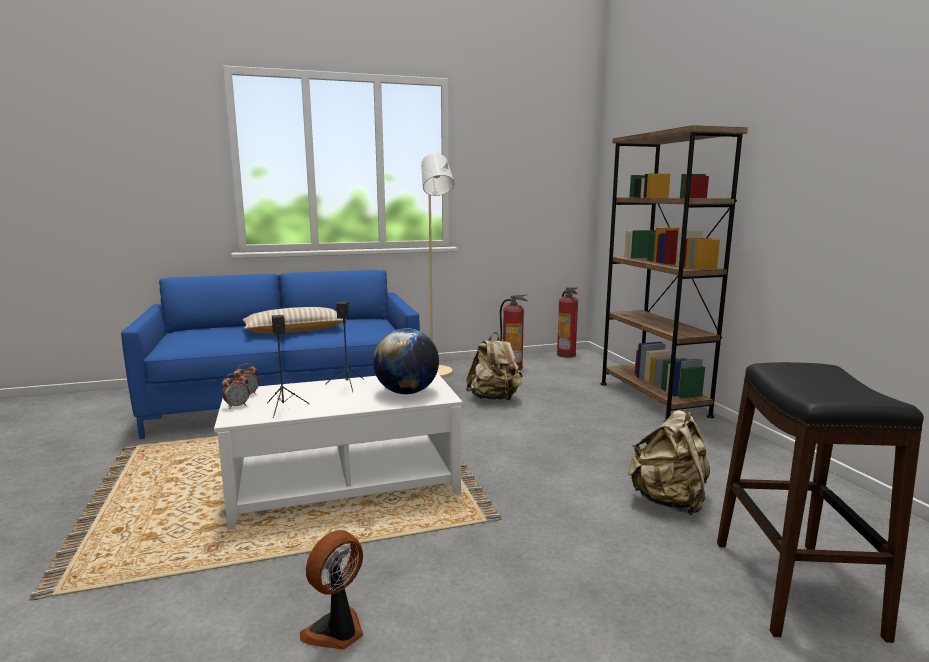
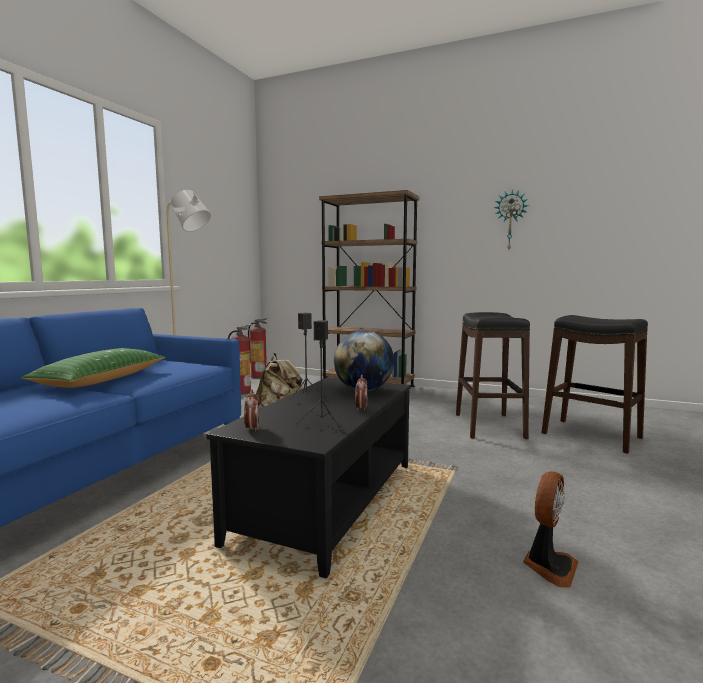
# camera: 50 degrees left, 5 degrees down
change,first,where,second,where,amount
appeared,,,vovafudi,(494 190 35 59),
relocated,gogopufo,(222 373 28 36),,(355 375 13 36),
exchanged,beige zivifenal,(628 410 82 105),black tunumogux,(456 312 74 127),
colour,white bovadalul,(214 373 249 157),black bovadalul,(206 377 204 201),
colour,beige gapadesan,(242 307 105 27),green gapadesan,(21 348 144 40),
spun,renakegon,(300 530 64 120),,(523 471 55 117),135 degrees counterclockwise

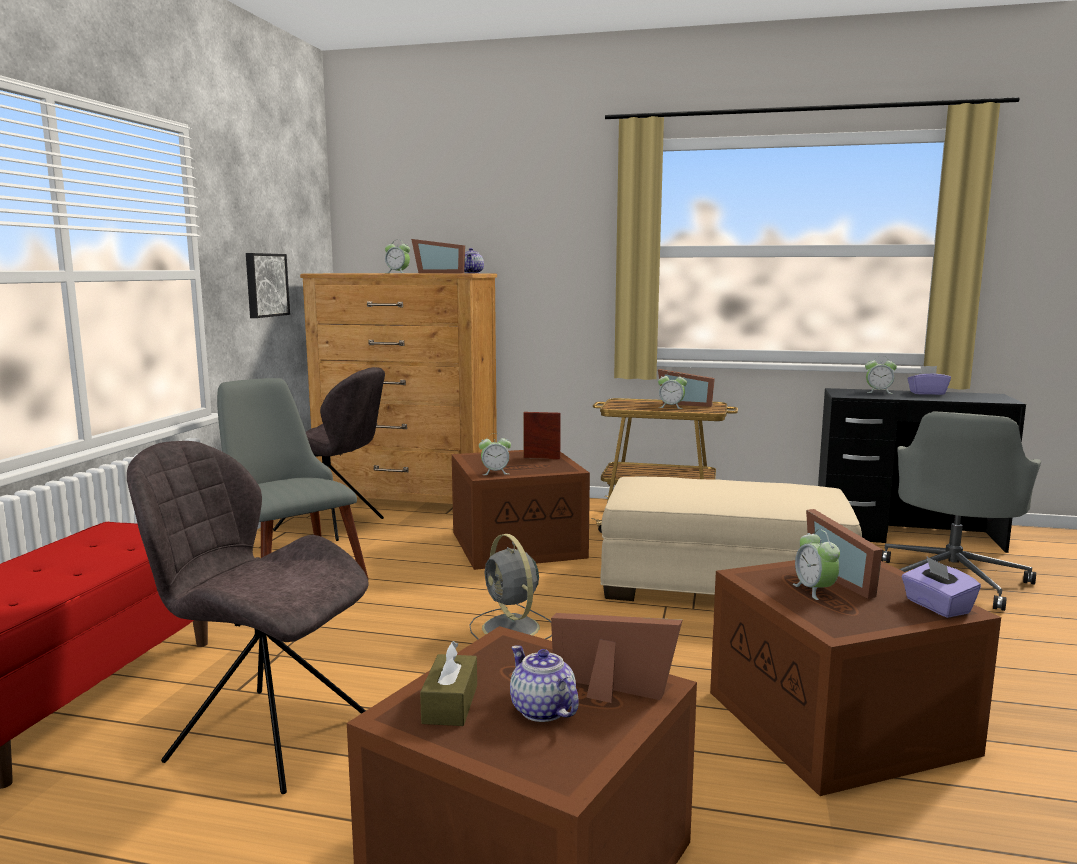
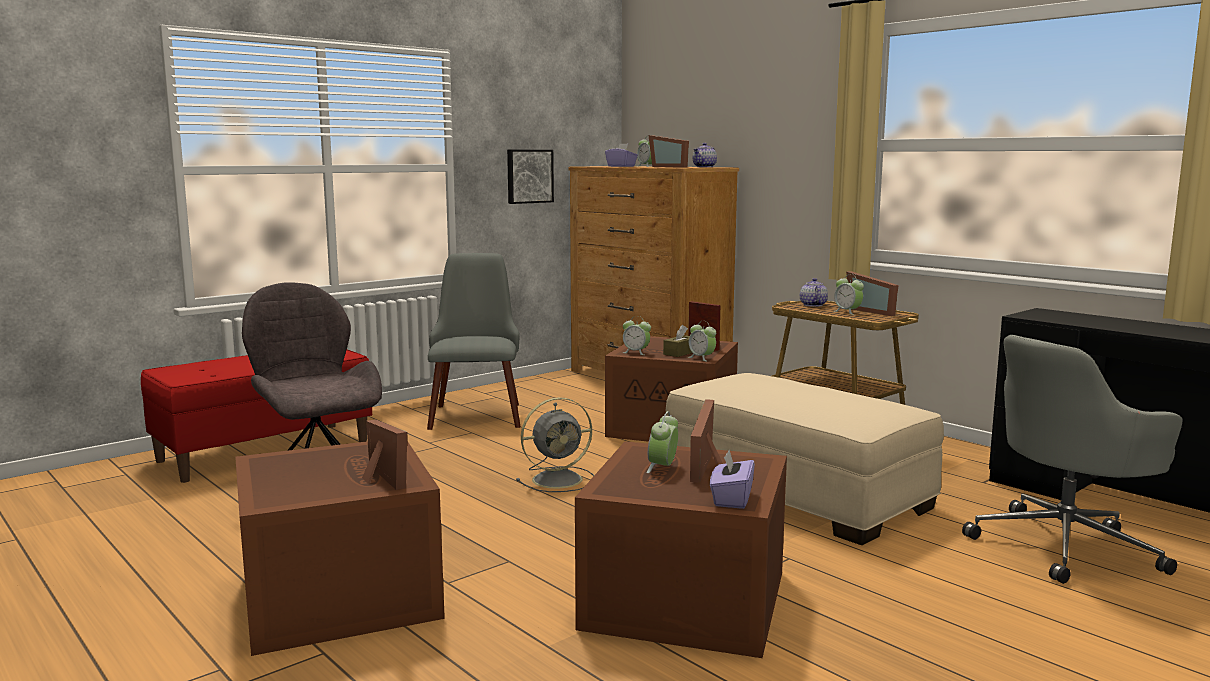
# camera: 35 degrees right, 0 degrees up
change,first,where,second,where,amount
missing,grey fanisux,(273 367 112 174),,,
relocated,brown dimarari,(420 641 57 85),,(663 325 29 32),
relocated,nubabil,(510 646 69 76),,(800 278 28 29),
relocated,gogopufo,(865 356 32 38),,(688 321 28 40),
relocated,purple dimarari,(907 366 44 29),,(605 143 33 24),
spun,grey renakegon,(469 534 83 106),,(516 397 78 95),120 degrees counterclockwise

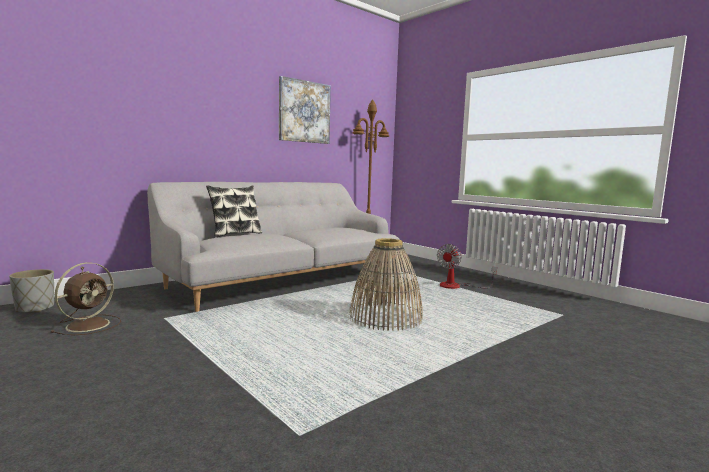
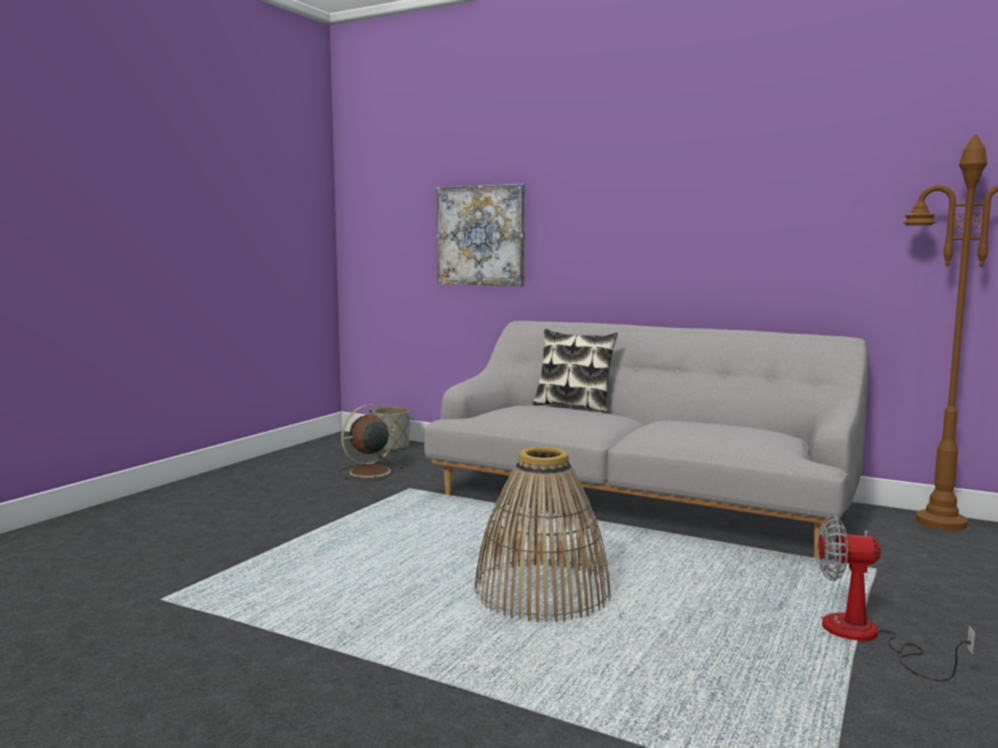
# camera: 70 degrees right, 0 degrees up
change,first,where,second,where,amount
relocated,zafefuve,(279 76 52 68),,(437 184 88 102),
spun,brown renakegon,(50 262 71 73),,(339 404 64 77),135 degrees clockwise

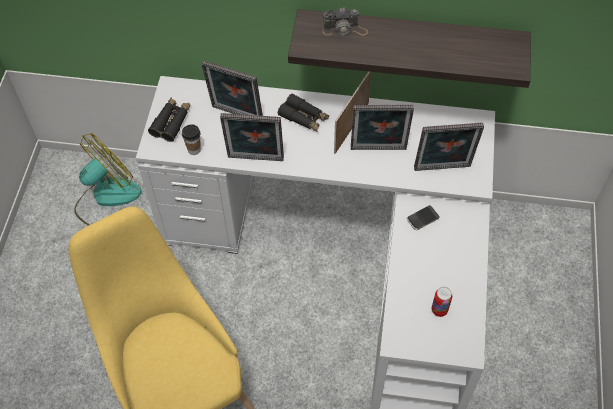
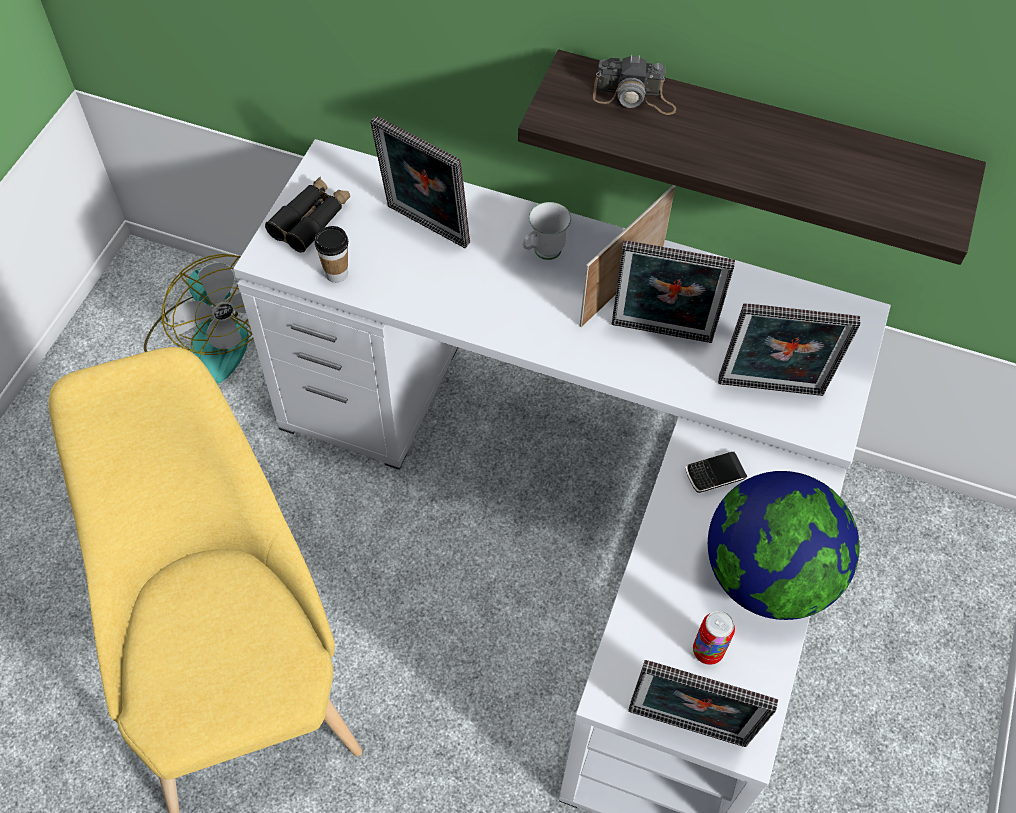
# camera: 10 degrees right, 0 degrees up
change,first,where,second,where,amount
appeared,,,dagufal,(708 471 152 149),
relocated,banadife,(220 113 64 48),,(628 660 150 87),
exchanged,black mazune,(278 93 51 39),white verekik,(523 202 48 58),
spun,renakegon,(74 133 68 93),,(144 254 110 130),90 degrees clockwise

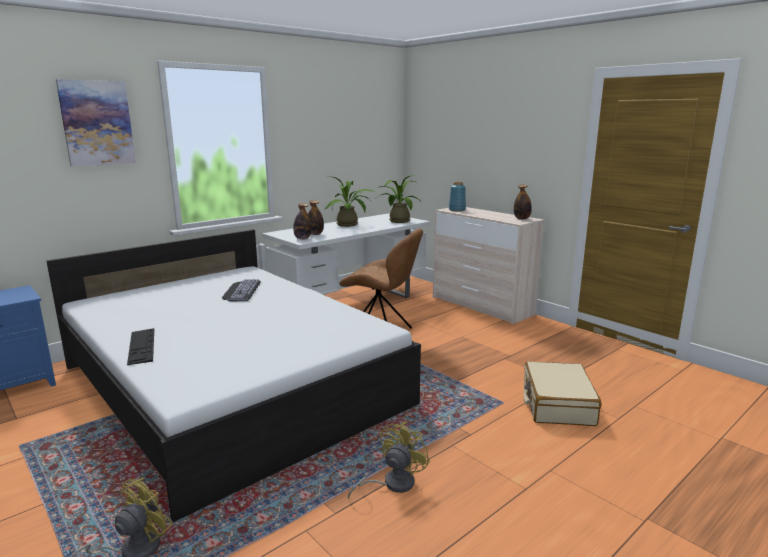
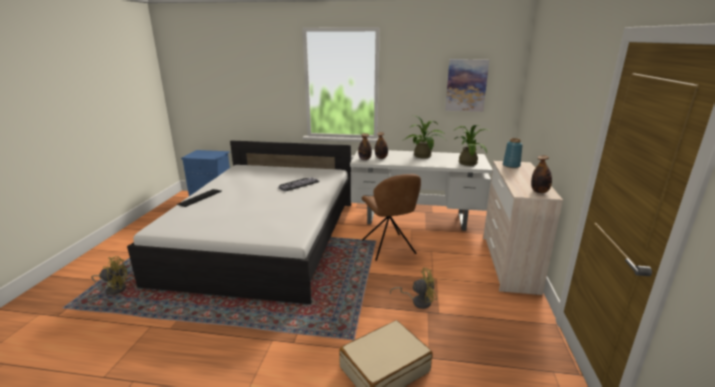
# camera: 50 degrees right, 5 degrees up
change,first,where,second,where,amount
relocated,zafefuve,(56 79 80 88),,(445 59 44 53),
relocated,yellow renakegon,(348 422 82 77),,(390 268 47 41),

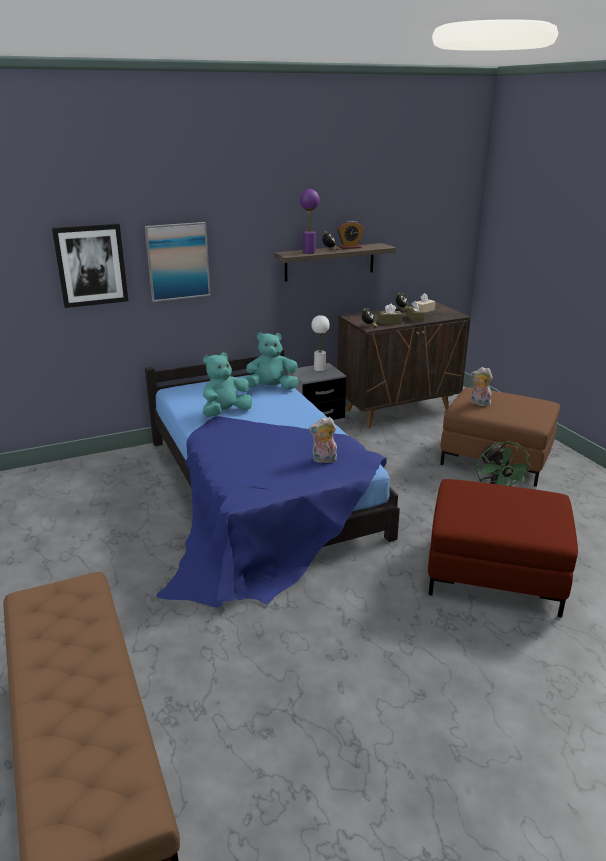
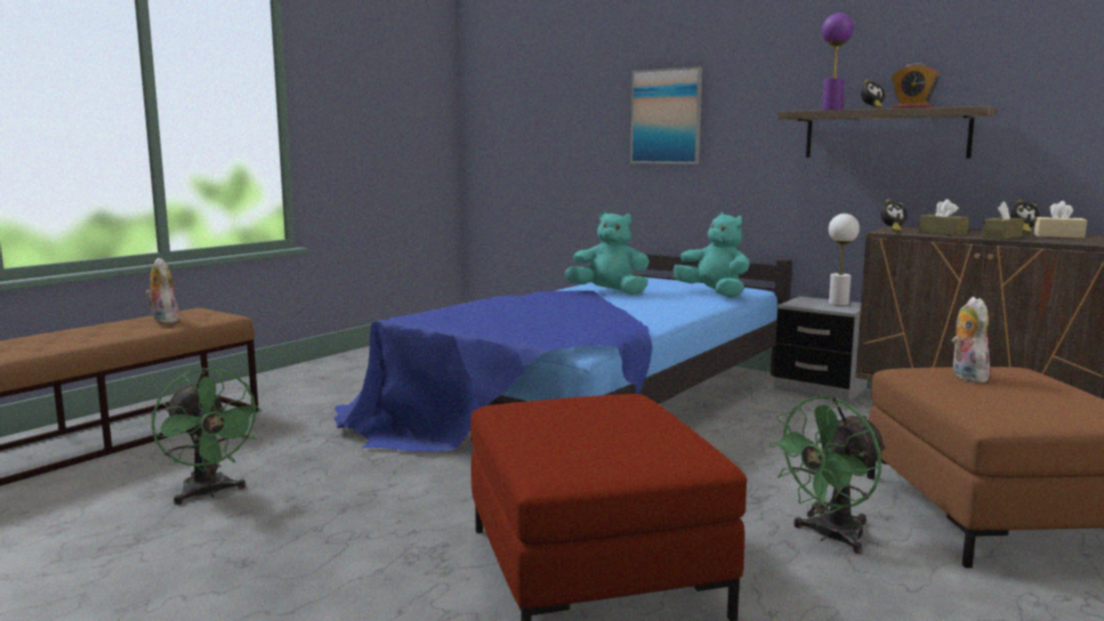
# camera: 60 degrees right, 15 degrees down
change,first,where,second,where,amount
missing,zafefuve,(52 224 76 84),,,
appeared,,,green renakegon,(152 368 110 137),
relocated,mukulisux,(309 417 28 46),,(146 258 33 65),

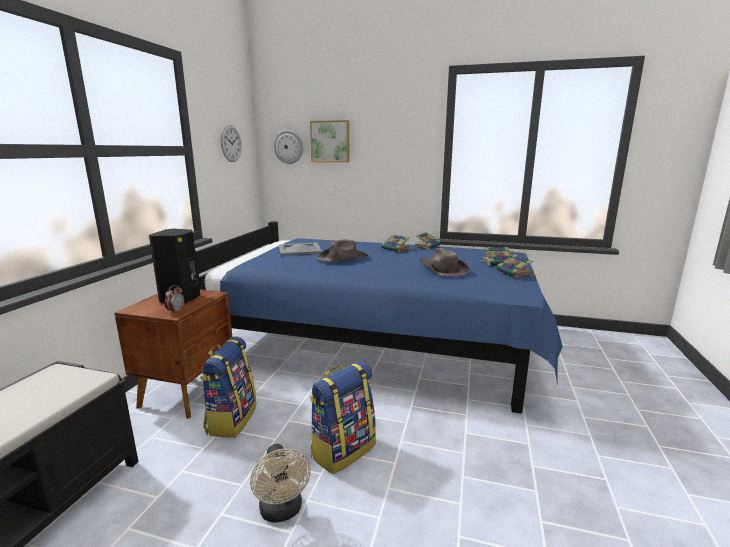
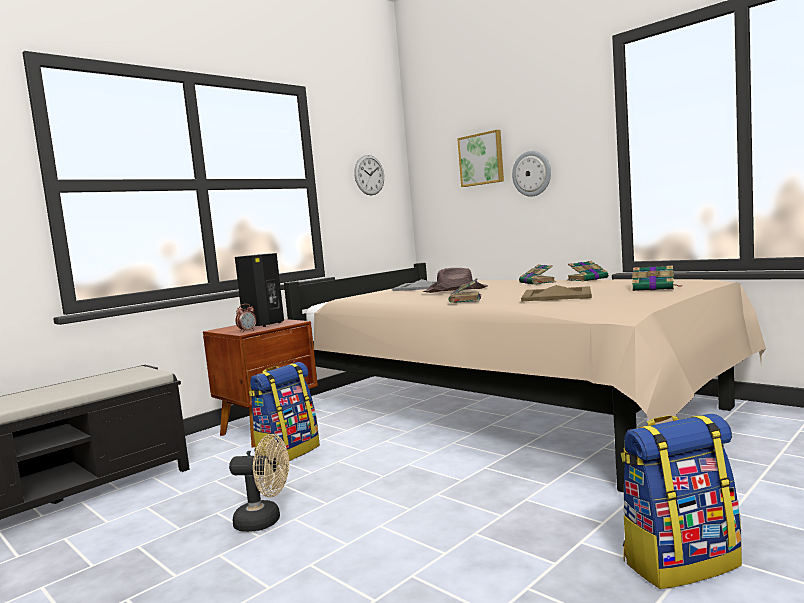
# camera: 30 degrees right, 10 degrees down
change,first,where,second,where,amount
relocated,vovafudi,(273 130 30 34),,(512 151 39 46),
relocated,zivifenal,(310 361 66 113),,(621 414 121 175),
relocated,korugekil,(496 254 37 24),,(448 278 33 25),
exchanged,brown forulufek,(420 248 50 28),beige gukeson,(521 285 71 16),
colour,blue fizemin,(195 221 368 193),beige fizemin,(284 263 482 229),
spun,beige renakegon,(250 444 61 79),,(229 434 60 98),90 degrees counterclockwise

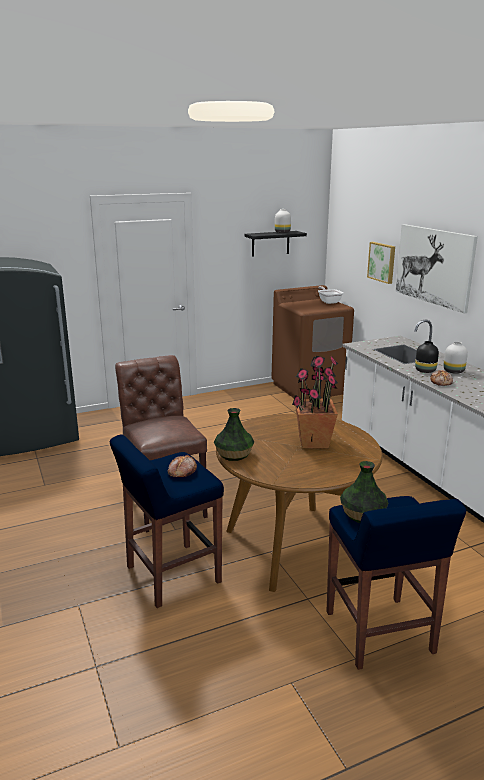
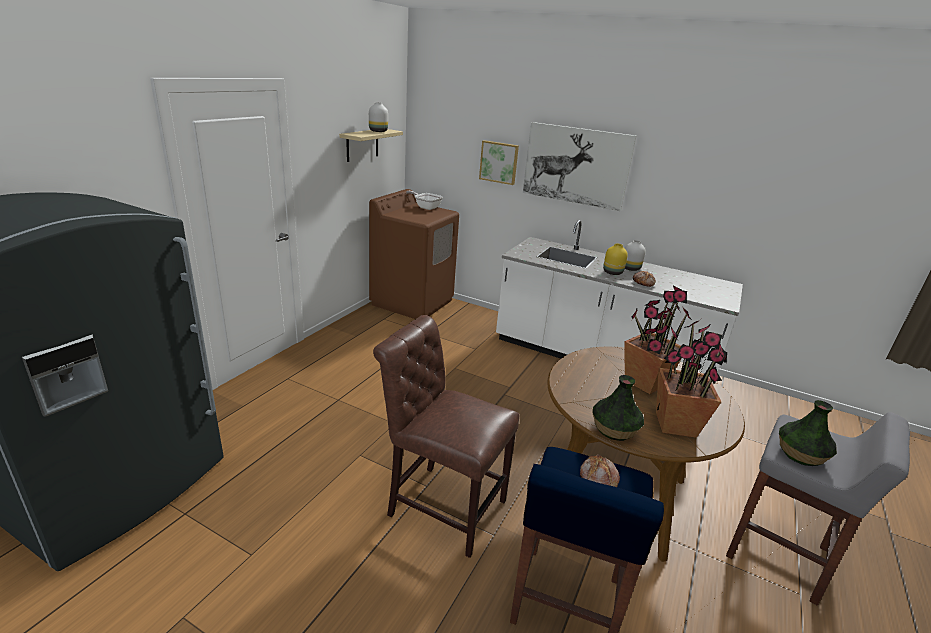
# camera: 40 degrees left, 5 degrees up
change,first,where,second,where,amount
appeared,,,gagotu,(656 321 71 117),
colour,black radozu,(244 231 63 26),beige radozu,(339 129 64 33),
colour,blue tunumogux,(326 496 140 174),grey tunumogux,(726 412 184 194),
colour,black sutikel,(415 341 24 32),yellow sutikel,(603 243 25 32),

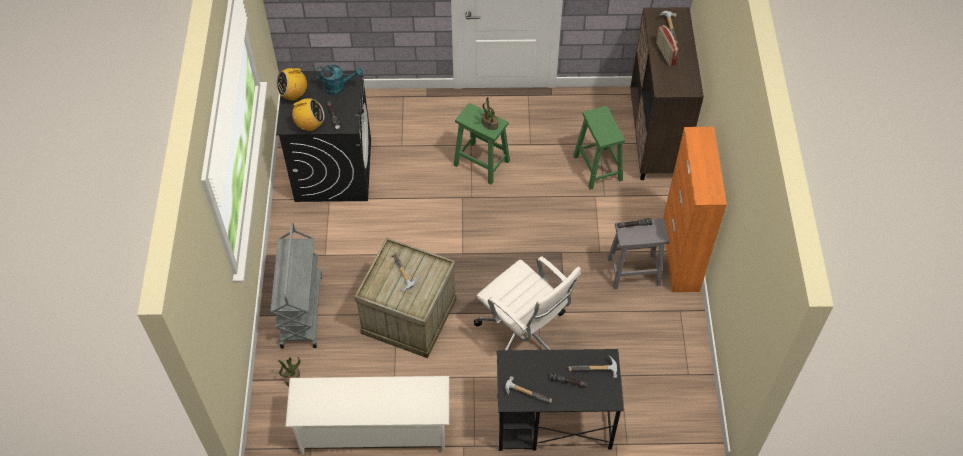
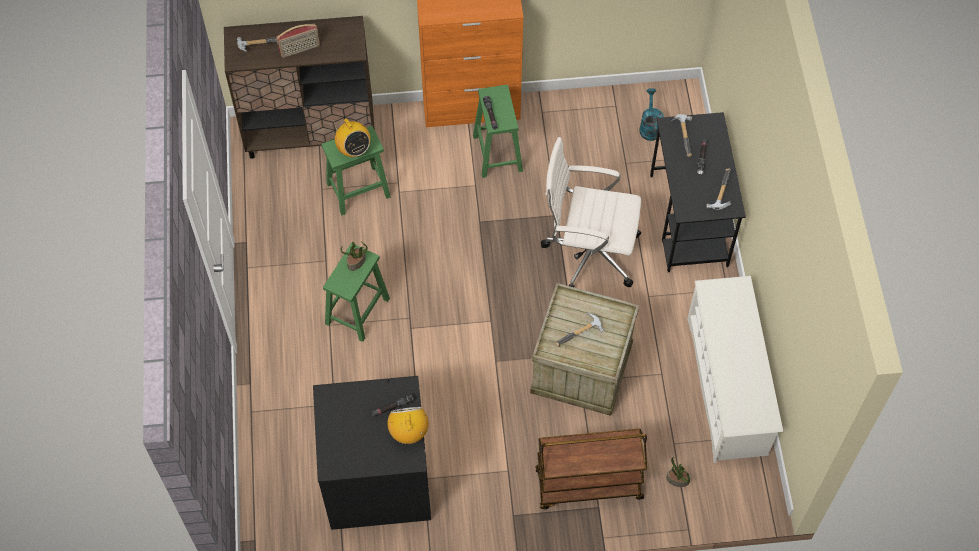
# camera: 95 degrees left, 5 degrees up
change,first,where,second,where,amount
relocated,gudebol,(276 66 31 35),,(334 119 37 38),
relocated,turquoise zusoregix,(315 64 48 31),,(639 88 25 53),
colour,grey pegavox,(271 223 51 125),brown pegavox,(535 428 112 81),
colour,grey tunumogux,(607 218 62 71),green tunumogux,(473 85 50 93),
spun,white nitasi,(474 256 107 94),,(541 137 100 150),120 degrees counterclockwise

